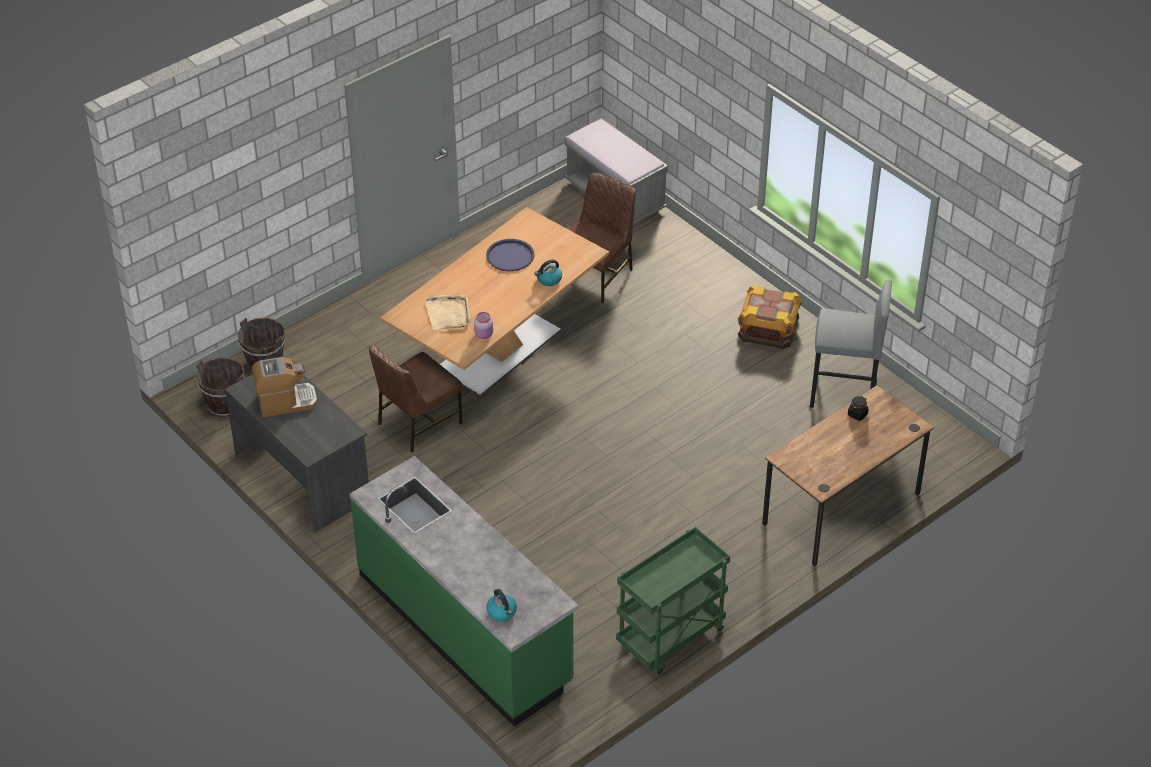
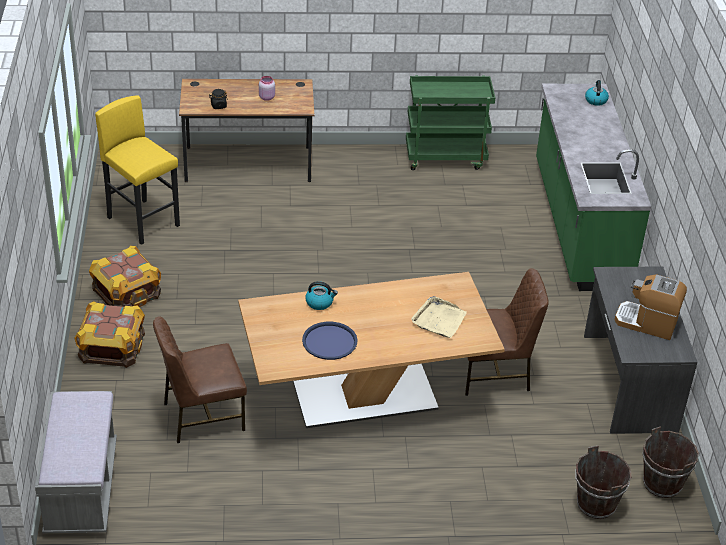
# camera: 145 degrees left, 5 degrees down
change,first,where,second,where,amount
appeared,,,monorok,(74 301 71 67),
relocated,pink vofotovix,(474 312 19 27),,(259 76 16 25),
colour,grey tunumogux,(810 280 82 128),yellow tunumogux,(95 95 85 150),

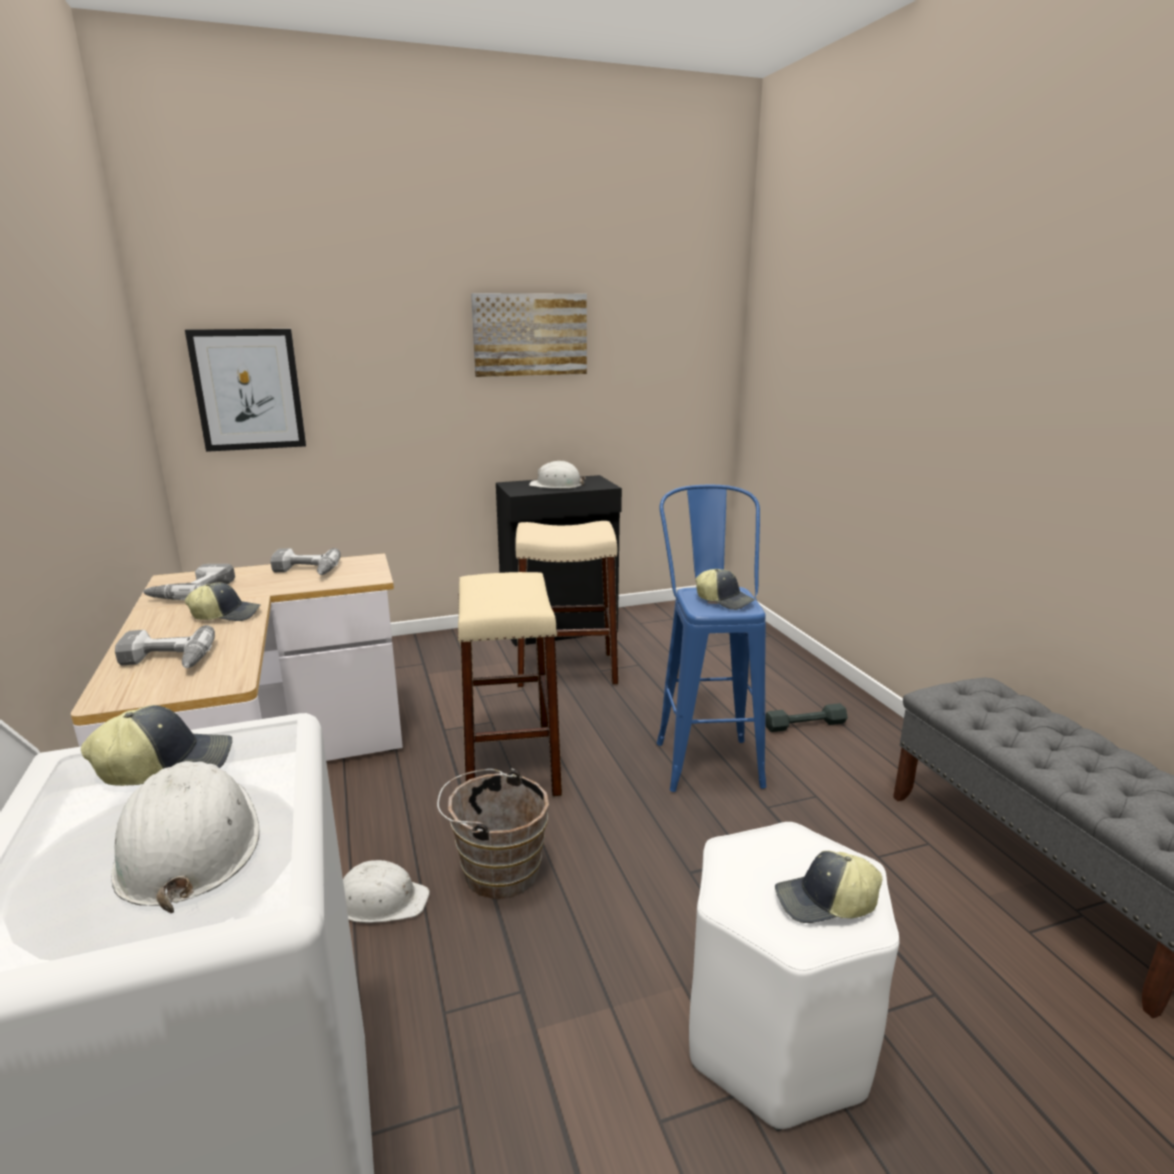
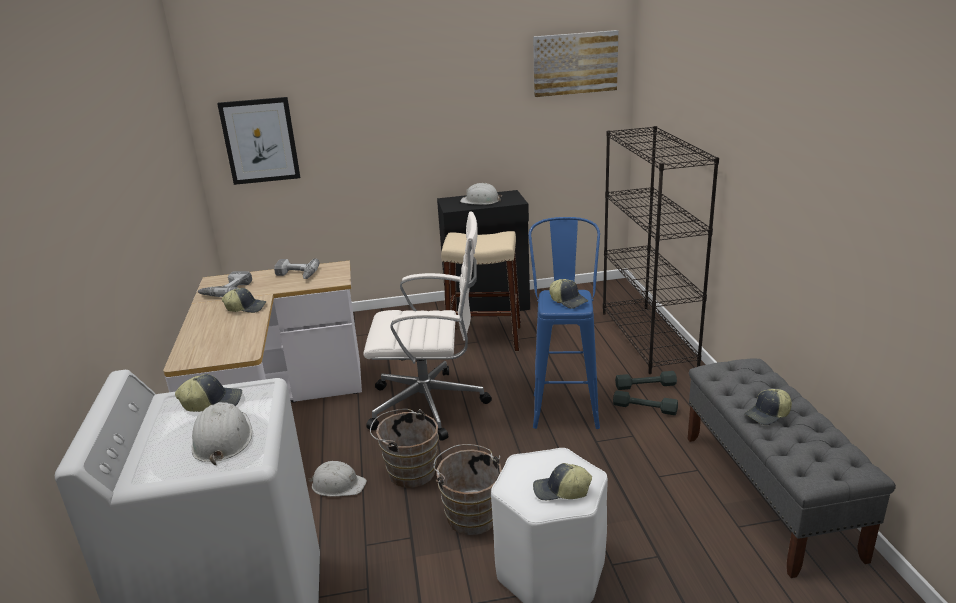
# camera: 10 degrees right, 5 degrees up
change,first,where,second,where,amount
missing,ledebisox,(115 625 100 43),,,
appeared,,,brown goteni,(433 444 69 91),
appeared,,,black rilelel,(603 126 116 248),
appeared,,,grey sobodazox,(613 390 65 25),
appeared,,,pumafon,(744 389 48 36),
relocated,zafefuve,(471 293 116 84),,(533 30 86 67),
exchanged,beige tunumogux,(457 572 105 225),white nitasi,(363 211 129 230),

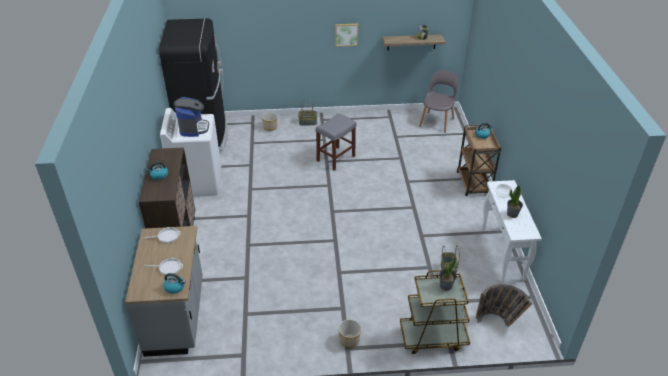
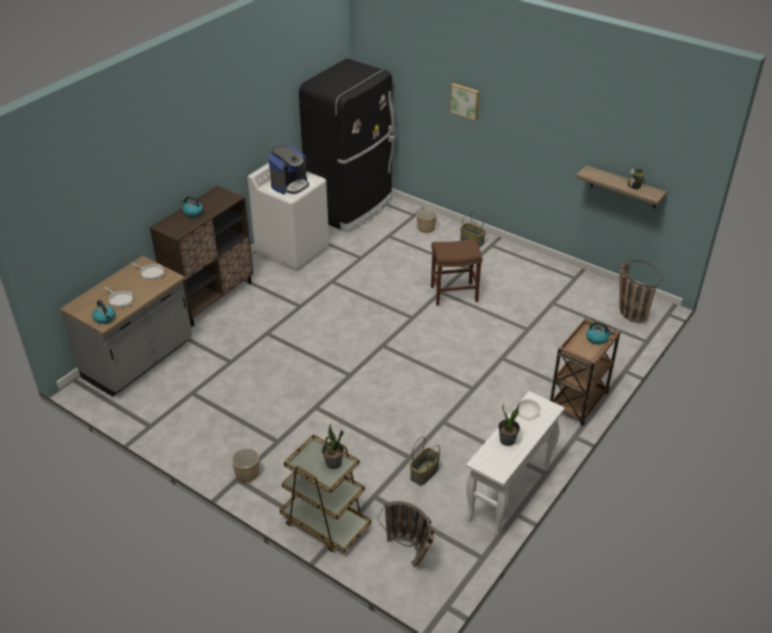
# camera: 40 degrees right, 0 degrees up
change,first,where,second,where,amount
relocated,zafefuve,(335 24 24 23),,(450 83 29 38),
exchanged,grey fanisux,(419 70 40 63),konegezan,(619 260 44 63),
colour,grey tunumogux,(316 113 40 58),brown tunumogux,(431 238 52 68),

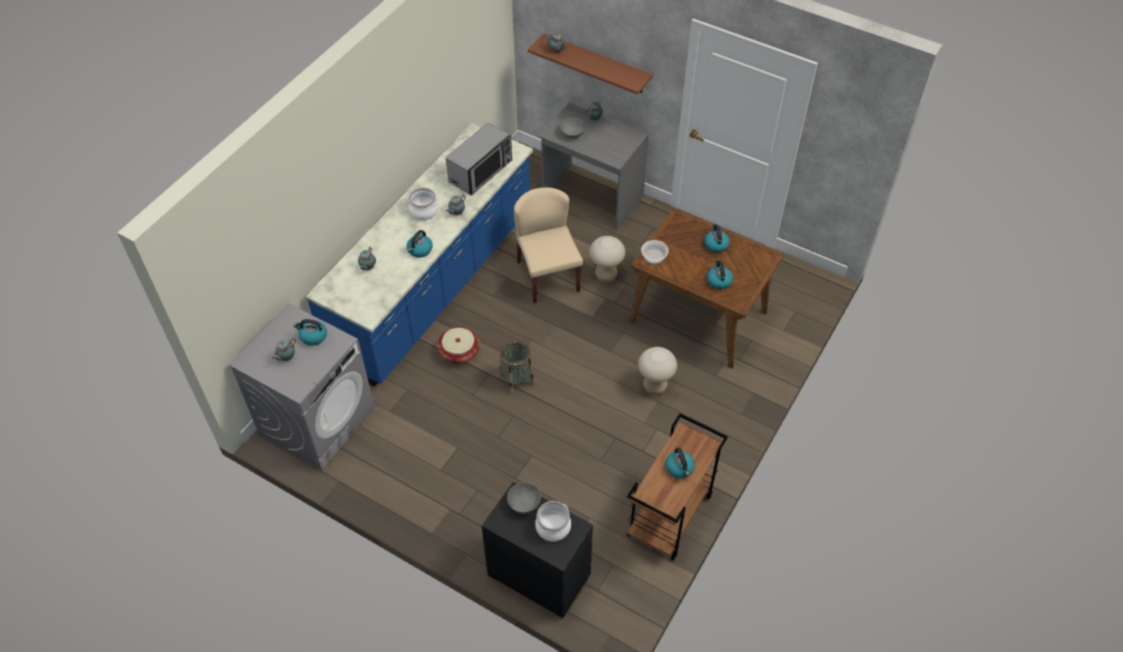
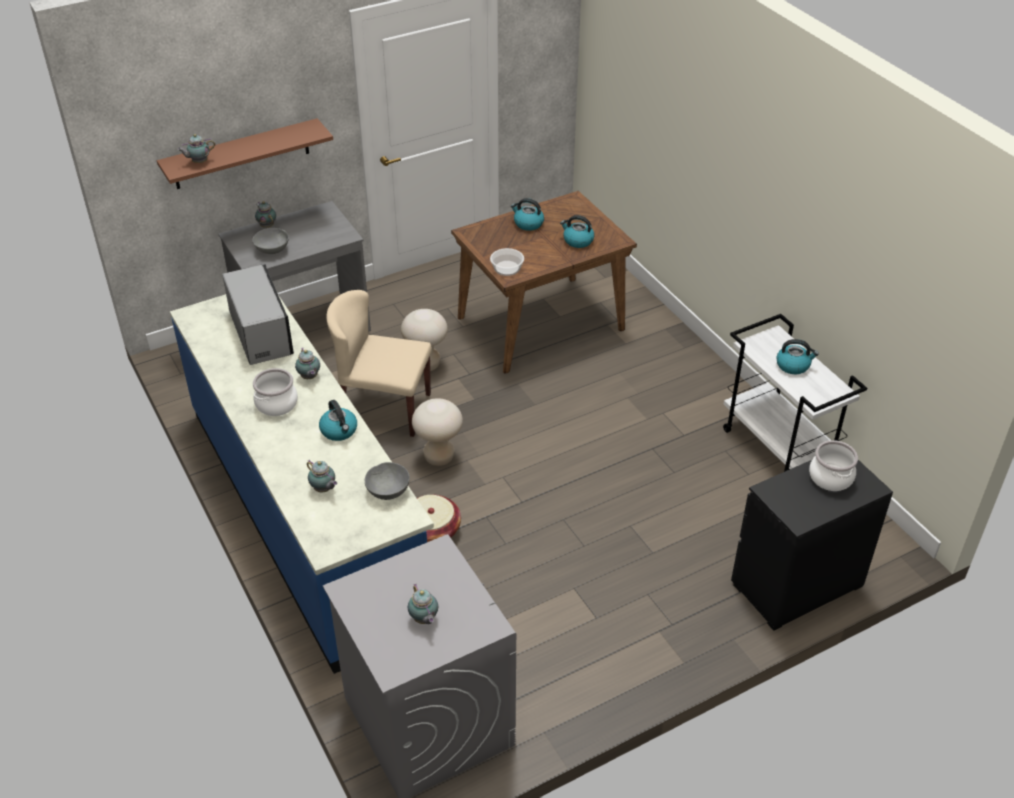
# camera: 60 degrees left, 10 degrees down
change,first,where,second,where,amount
missing,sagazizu,(294 319 33 27),,,
missing,konegezan,(500 340 34 54),,,
relocated,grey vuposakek,(507 482 34 32),,(365 462 45 38),
relocated,beige tunumogux,(638 347 39 48),,(412 398 51 68),
colour,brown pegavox,(626 413 102 148),white pegavox,(723 314 144 158),

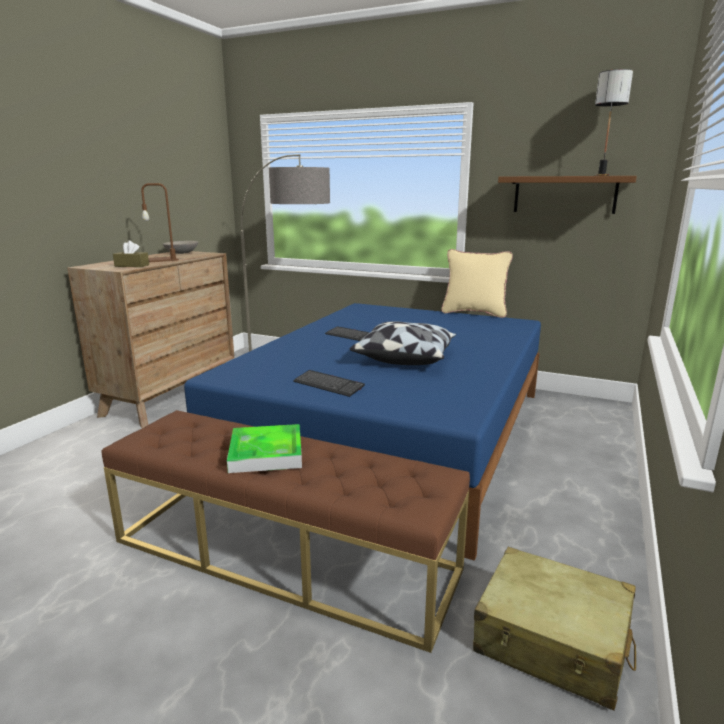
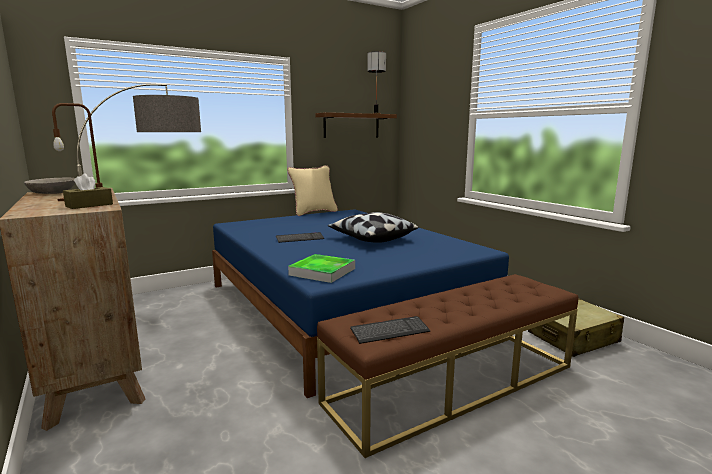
# camera: 55 degrees left, 5 degrees down
change,first,where,second,where,amount
relocated,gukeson,(227 424 75 49),,(288 254 67 29),
relocated,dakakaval,(293 370 72 27),,(350 316 80 28),

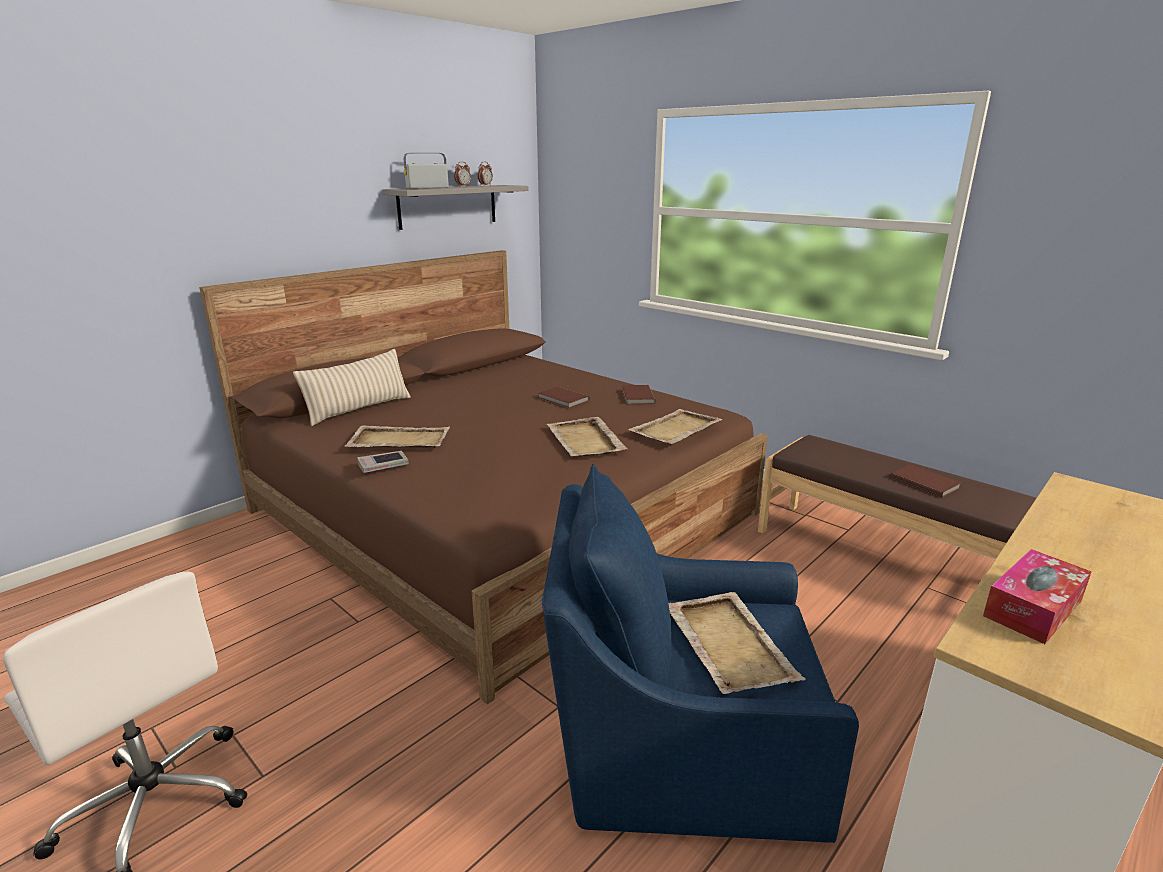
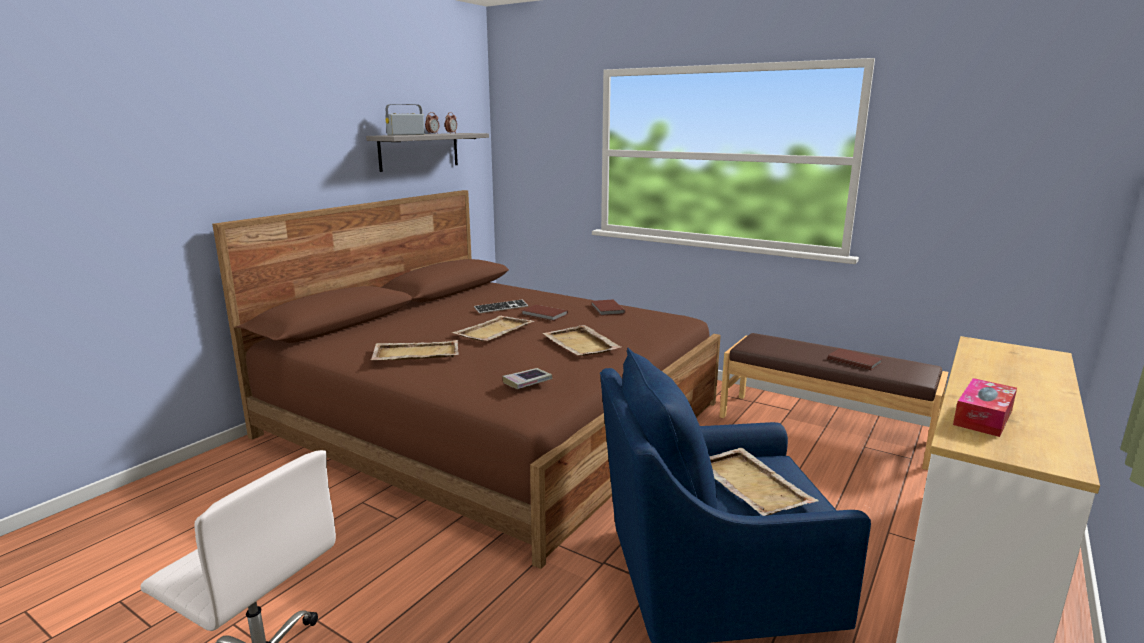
# camera: 10 degrees left, 5 degrees down
change,first,where,second,where,amount
missing,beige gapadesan,(293 349 118 77),,,
appeared,,,dakakaval,(474 300 54 13),
relocated,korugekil,(357 451 52 22),,(503 368 49 21),
relocated,beige gukeson,(628 409 95 35),,(452 316 82 25),

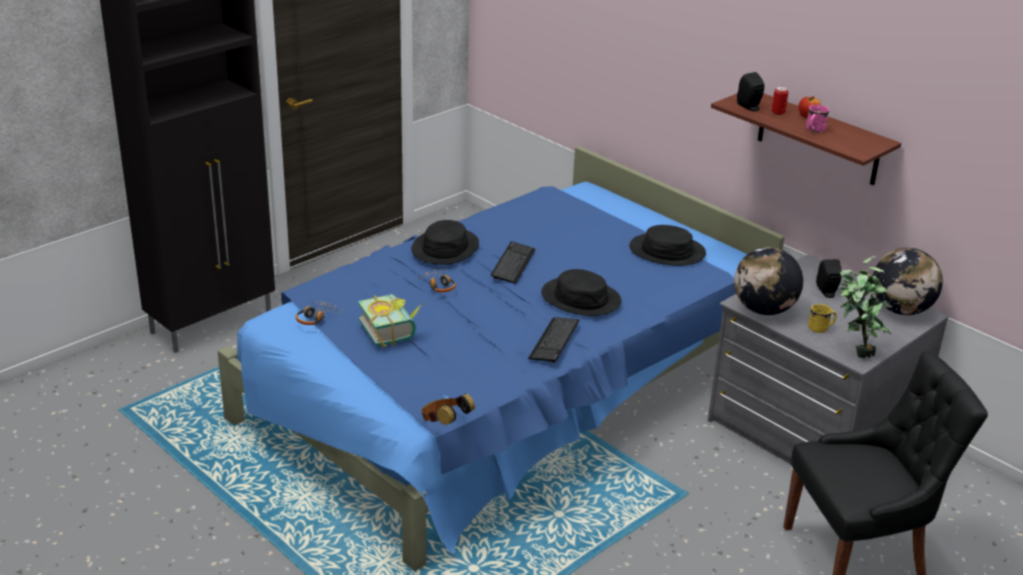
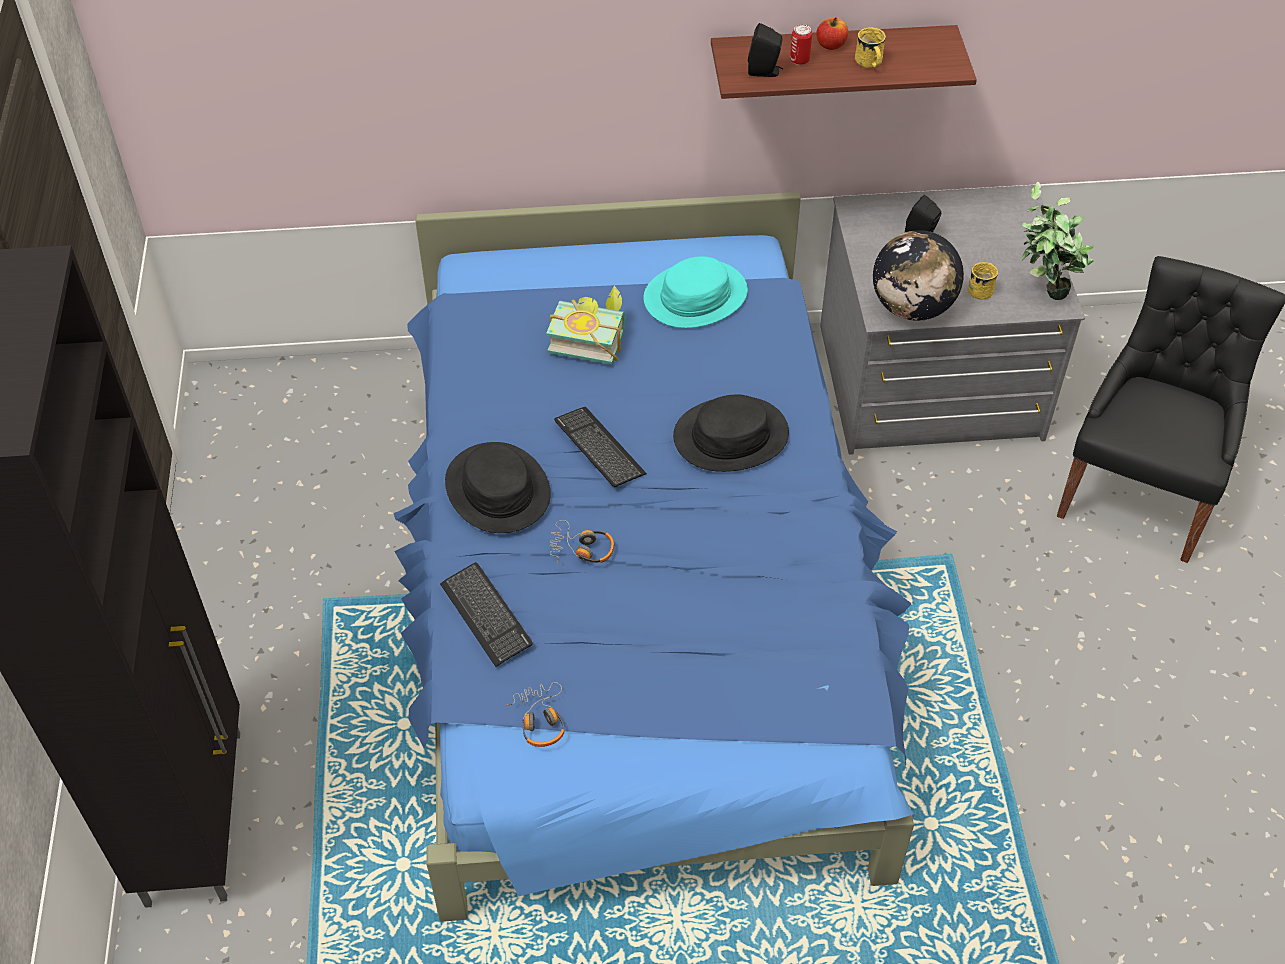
# camera: 50 degrees left, 20 degrees up
change,first,where,second,where,amount
missing,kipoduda,(421 394 54 31),,,
missing,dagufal,(873 248 70 67),,,
relocated,korugekil,(358 294 66 54),,(546 286 79 79),
relocated,dakakaval,(528 318 51 45),,(440 562 92 105),
colour,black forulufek,(629 225 77 41),turquoise forulufek,(643 256 105 72),
colour,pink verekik,(806 105 23 28),yellow verekik,(855 27 31 41),

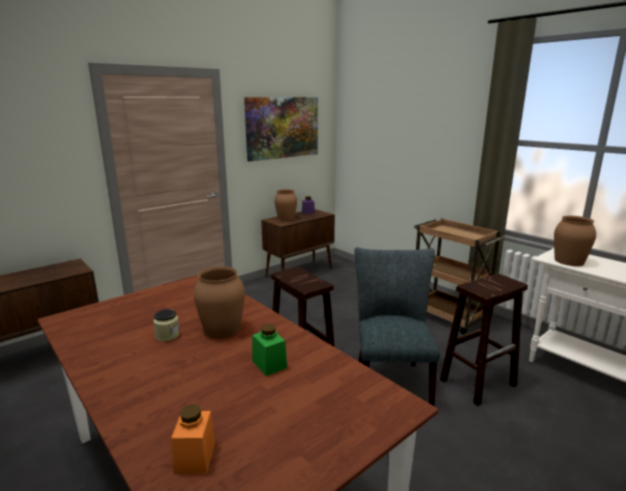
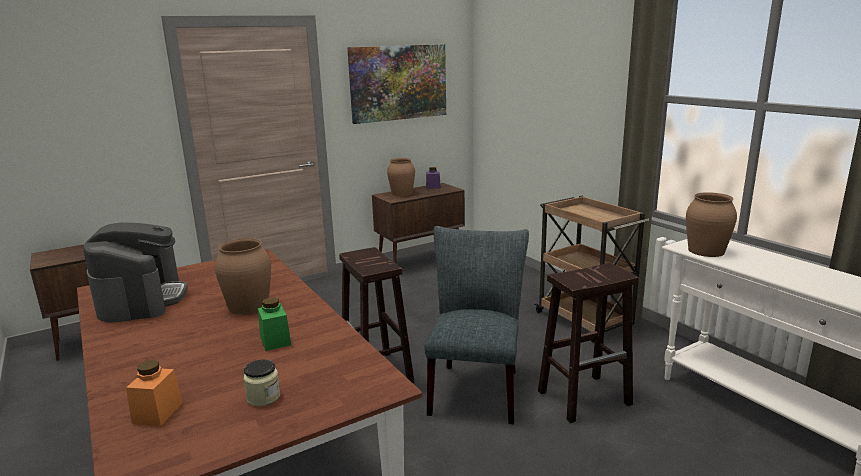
# camera: 10 degrees right, 0 degrees up
change,first,where,second,where,amount
appeared,,,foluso,(83 222 104 101),
relocated,vofotovix,(153 309 27 32),,(243 360 37 46),

